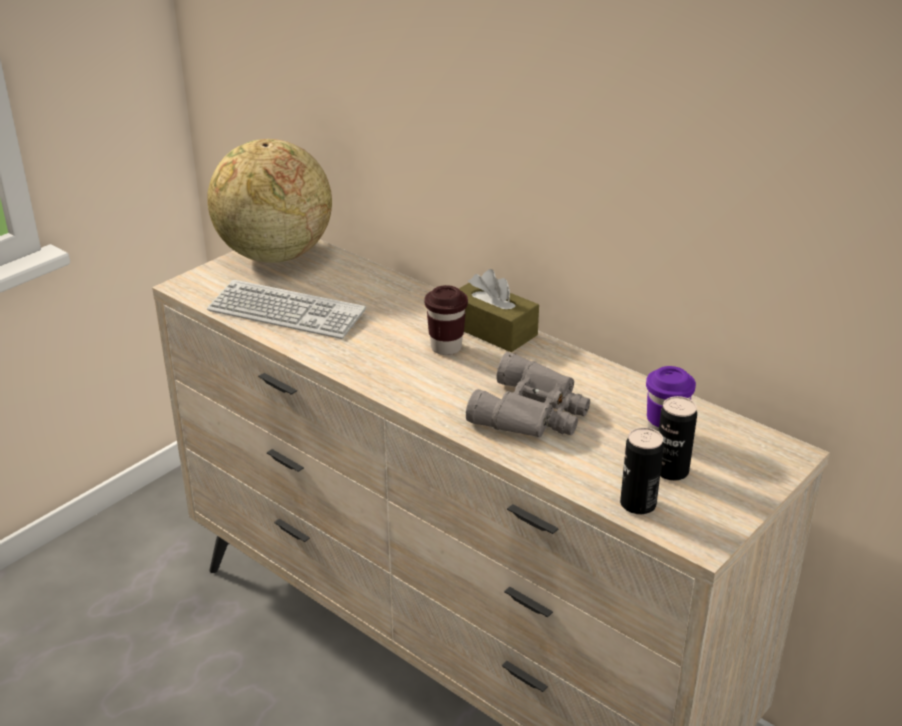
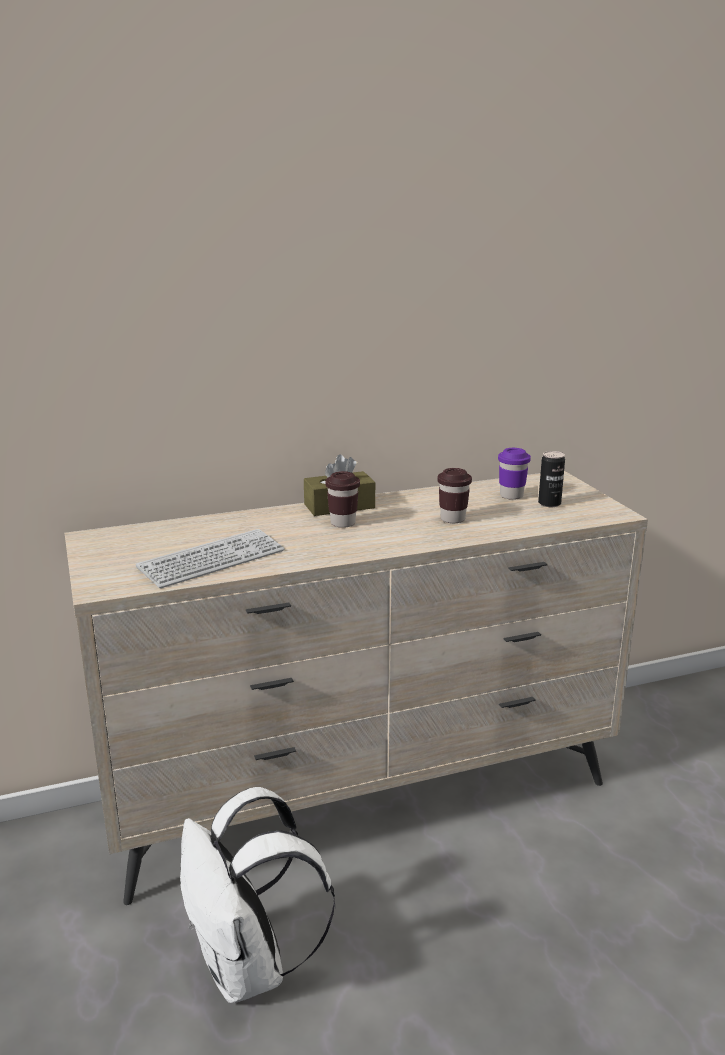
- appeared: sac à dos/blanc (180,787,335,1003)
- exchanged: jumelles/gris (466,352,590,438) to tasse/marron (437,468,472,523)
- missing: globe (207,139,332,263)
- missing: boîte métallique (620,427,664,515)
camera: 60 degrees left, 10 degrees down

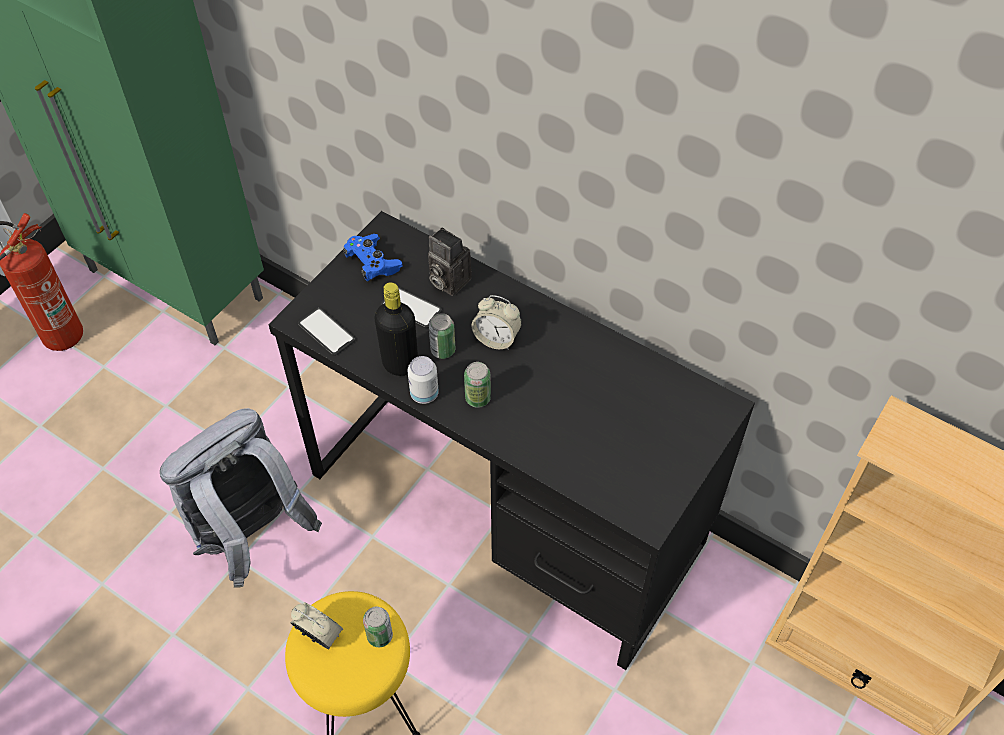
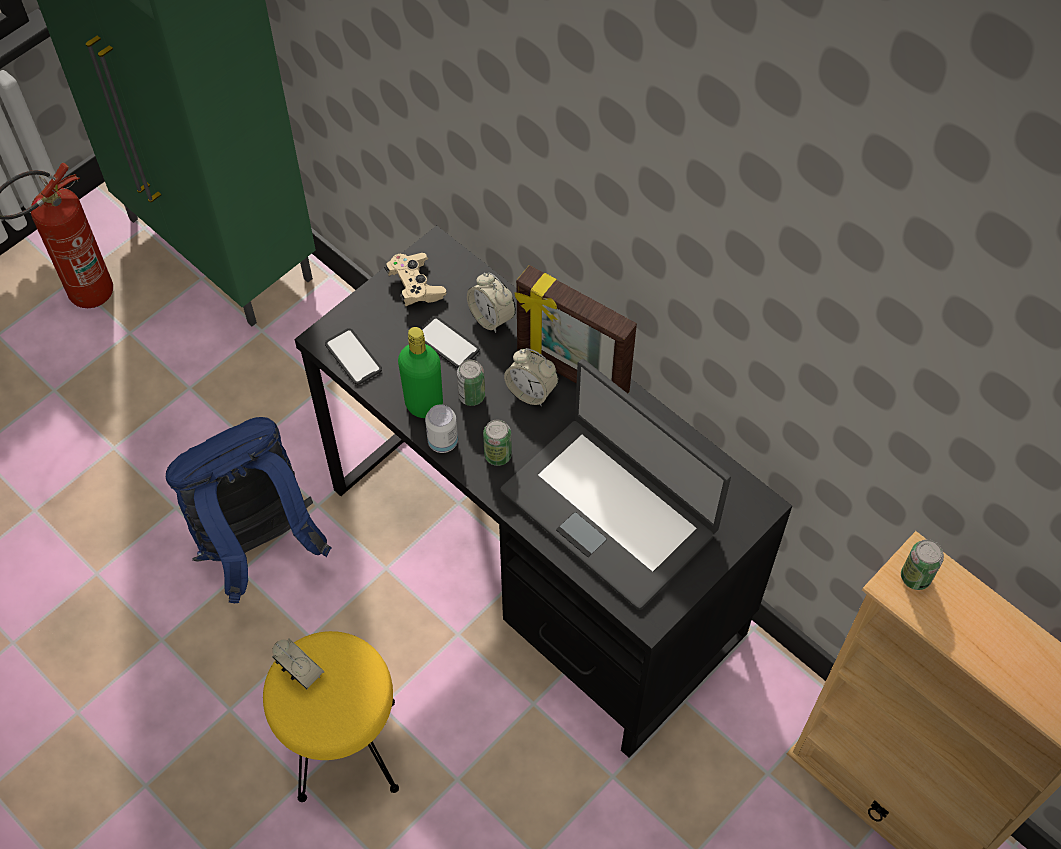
- colour: sac à dos/gris (160,408,322,587) to sac à dos/bleu (166,417,332,603)
- colour: manette/bleu (342,234,402,281) to manette/beige (384,253,446,306)
- colour: bouteille/noir (374,282,418,376) to bouteille/vert (398,327,443,418)
- exchanged: appareil photo (428,227,472,296) to réveil (467,273,516,333)
- appeared: ordinateur portable (500,359,731,610)
- appeared: cadre photo (515,265,637,393)
- relocated: boîte métallique (363,606,393,647) to (901,539,944,590)
camera: 10 degrees right, 5 degrees up

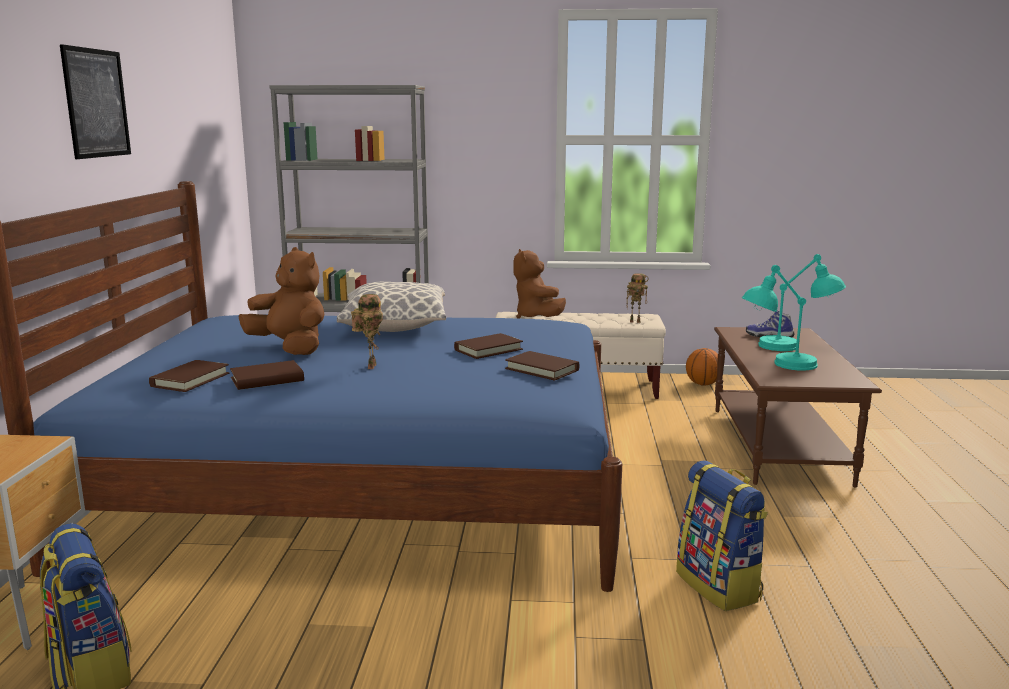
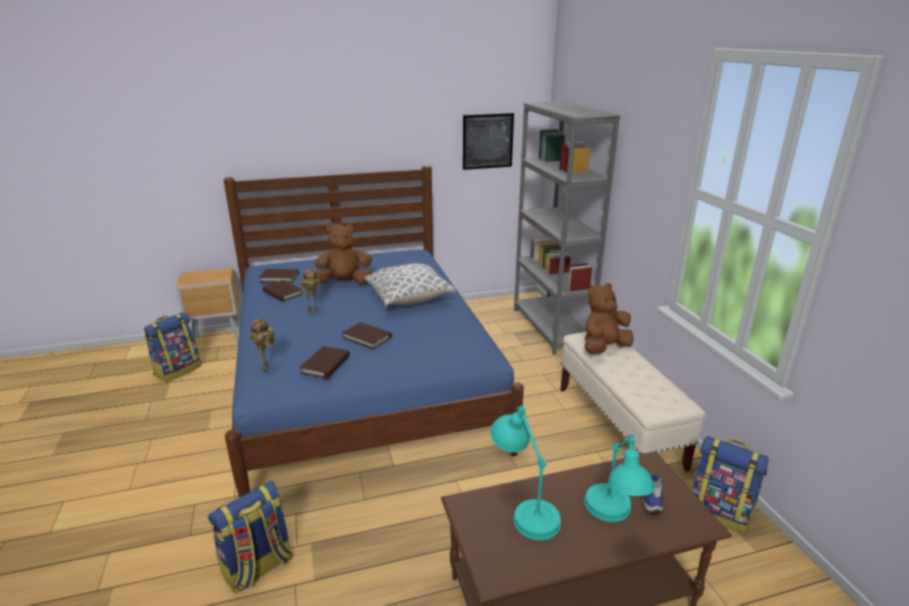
- relocated: robot jouet (626,274,649,323) to (250,319,275,371)
- spun: peluche/marron (239,247,324,355) = (315,223,373,284) 120 degrees counterclockwise
- relocated: tableau (60,44,131,159) to (463,113,514,170)
- exchanged: ballon de basket (686,348,718,386) to sac à dos (691,436,769,534)
camera: 70 degrees right, 10 degrees up

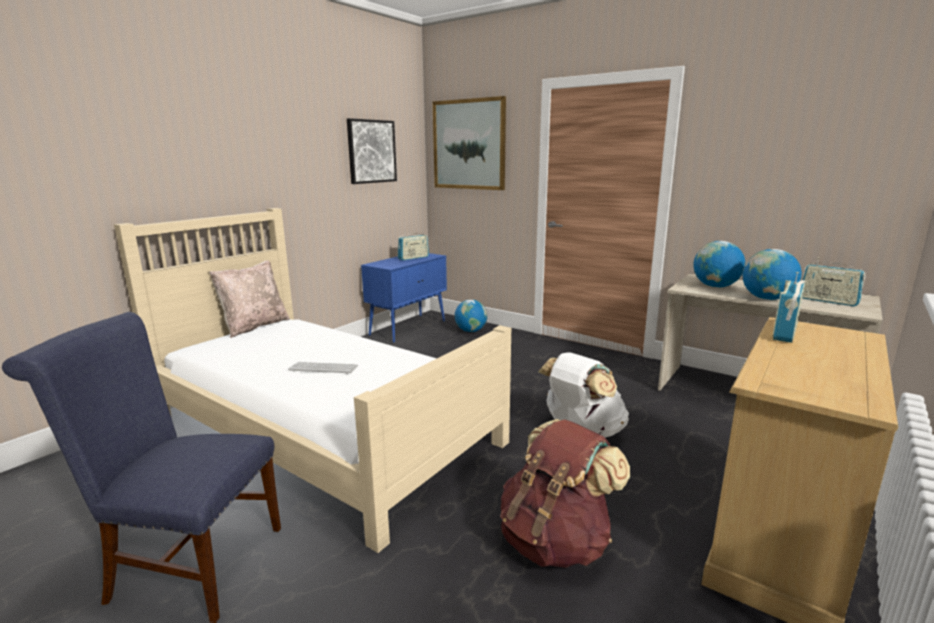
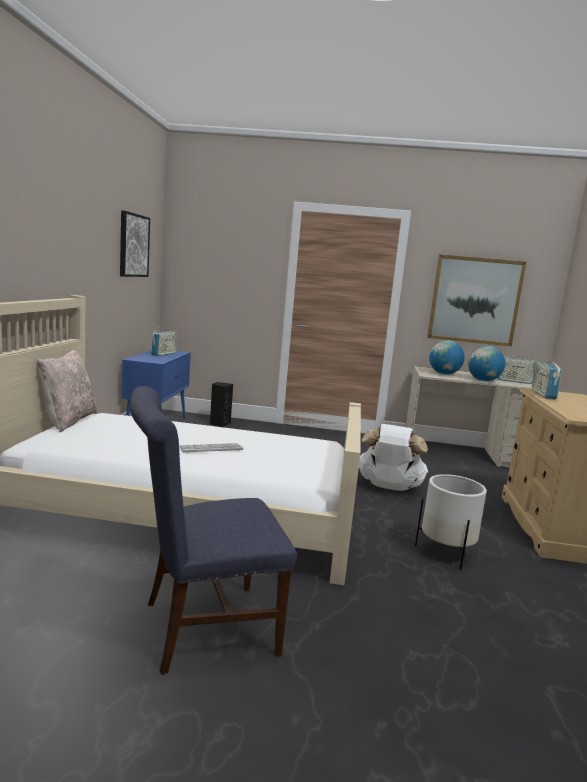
- exchanged: globe (455,299,487,332) to enceinte/noir (210,382,233,427)
- exchanged: sac à dos/marron (500,419,630,568) to cache-pot/blanc (415,474,487,570)
- relocated: tableau (433,96,506,190) to (427,254,526,346)
camera: 30 degrees left, 5 degrees down

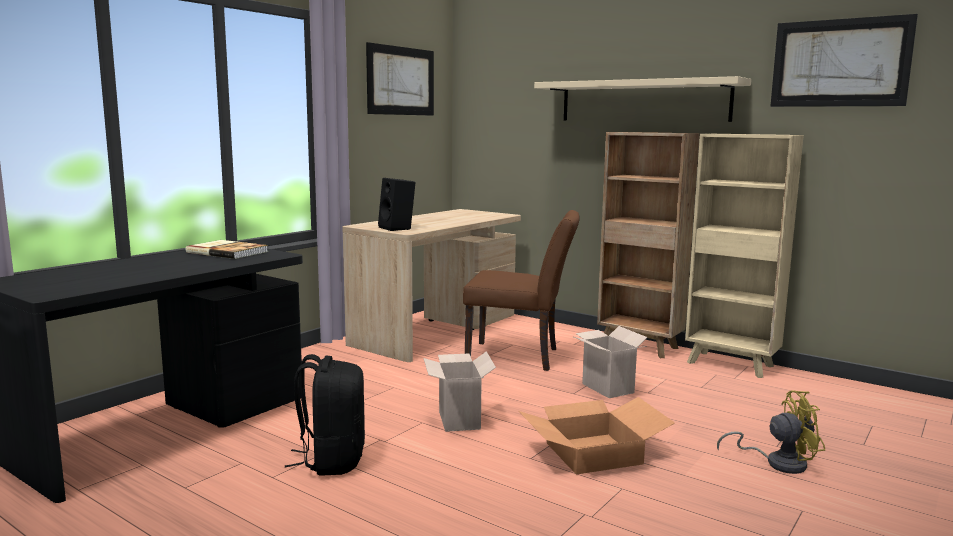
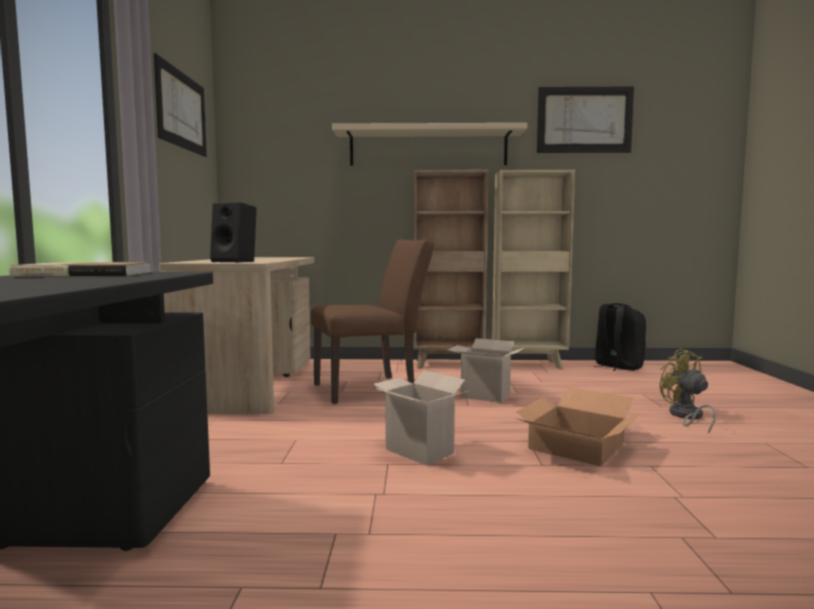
- relocated: sac à dos/noir (285,354,365,476) to (593,303,646,371)
- spun: ventilateur/jaune (717,390,825,474) = (659,349,716,434) 75 degrees counterclockwise
camera: 35 degrees left, 5 degrees down

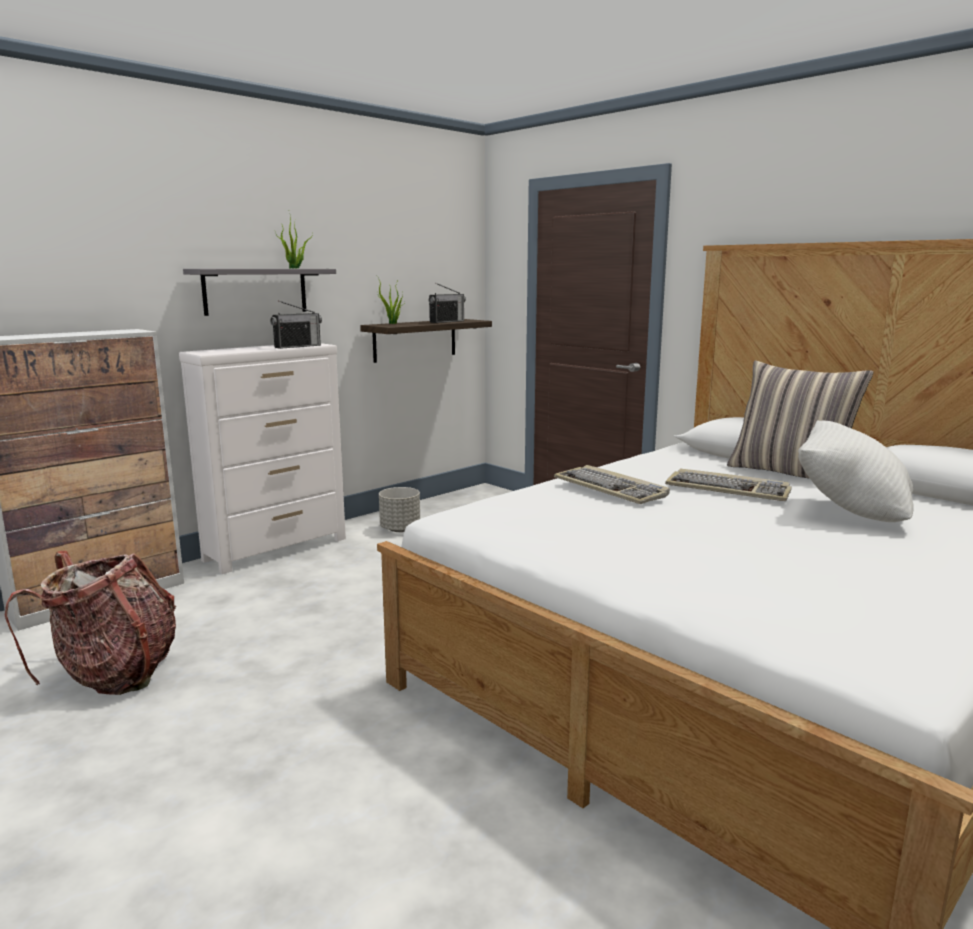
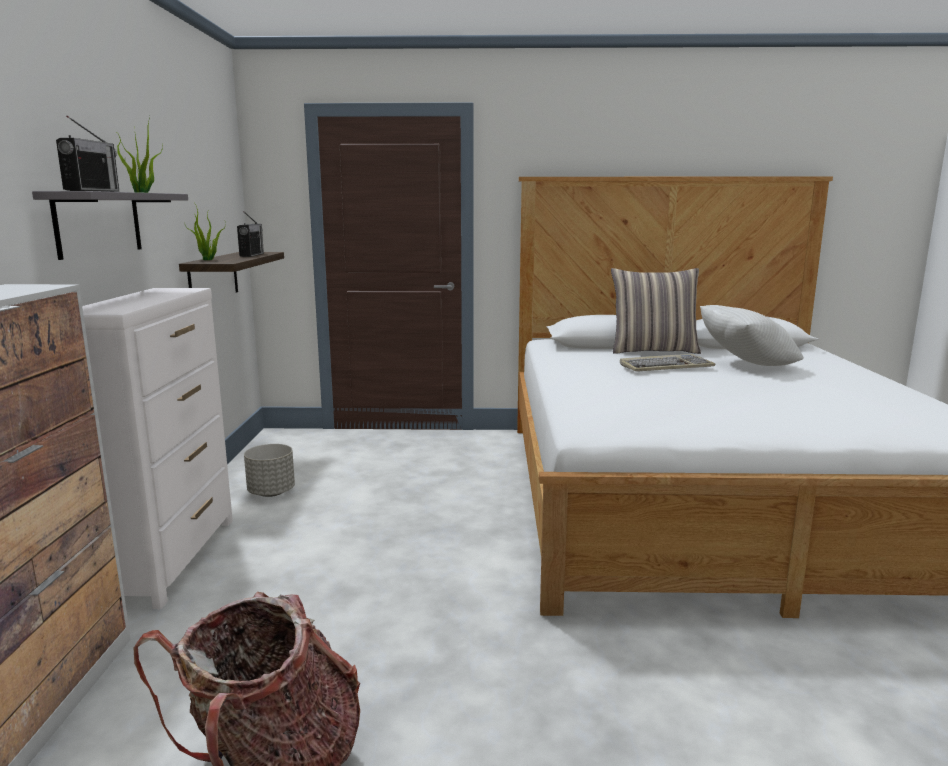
- relocated: radio (270,301,322,349) to (56,116,119,192)
- missing: clavier (554,465,670,504)
camera: 45 degrees left, 0 degrees up

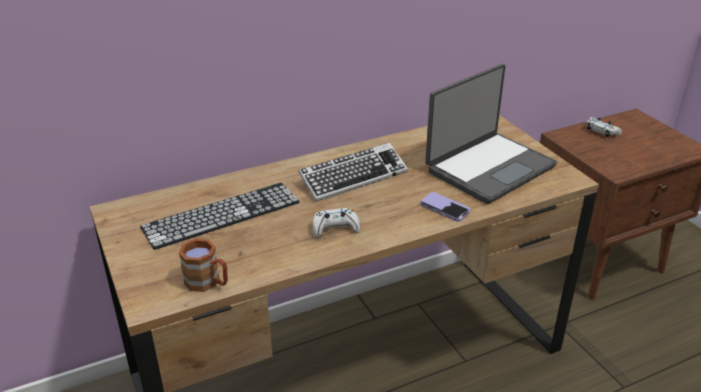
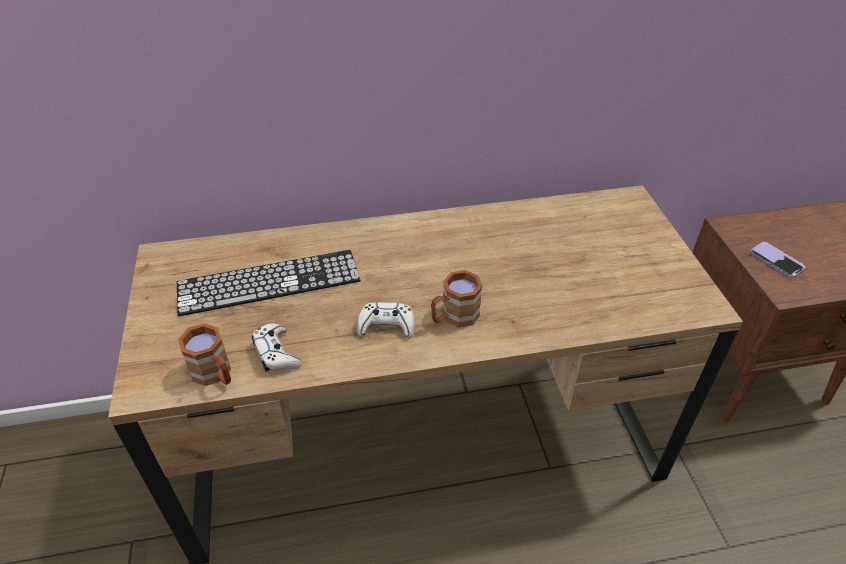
- relocated: manette/blanc (587,117,622,137) to (252,323,302,372)
- appeared: mug/marron (431,270,483,328)
- relocated: téléphone (420,192,471,222) to (750,242,806,278)
- missing: clavier (298,142,408,202)
- missing: ordinateur portable (425,64,557,204)
camera: 15 degrees right, 10 degrees up

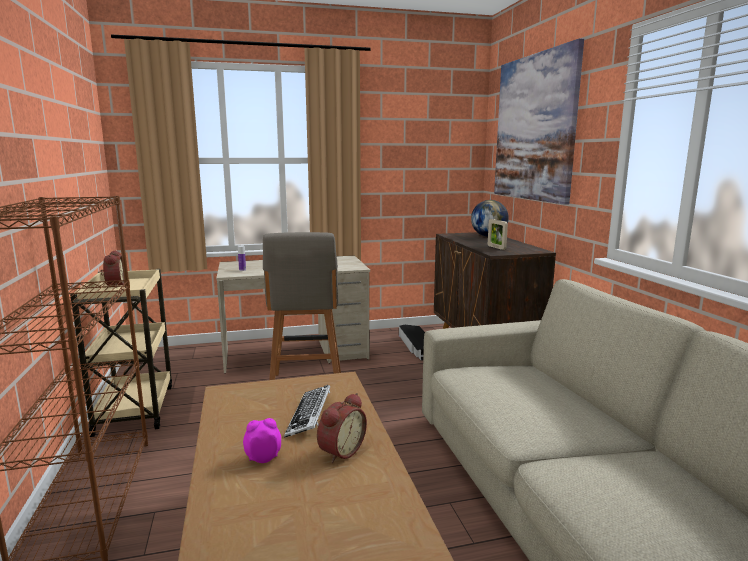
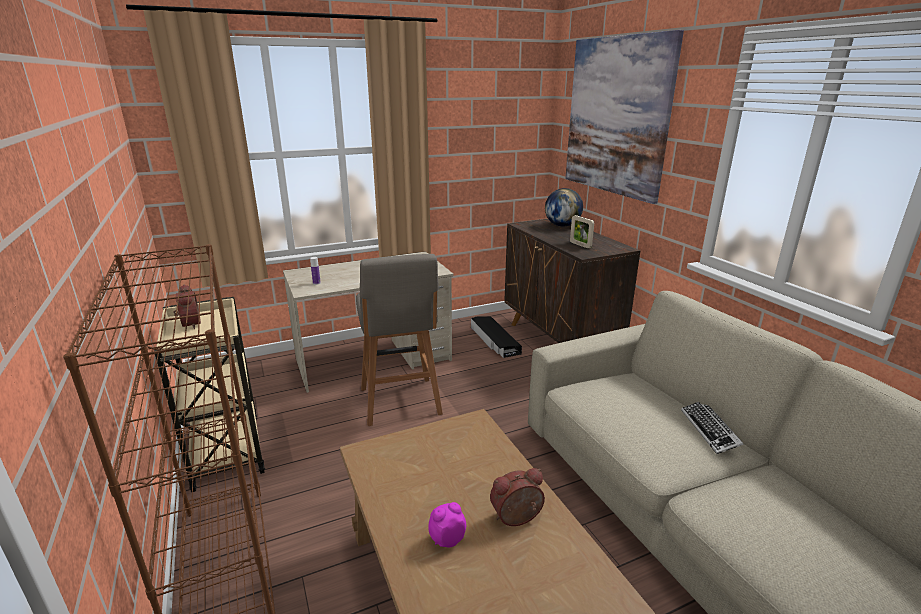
- spun: réveil (317,393,367,463) = (490,468,545,526) 135 degrees counterclockwise
- relocated: clavier (284,385,330,438) to (681,402,744,454)
camera: 10 degrees left, 10 degrees up

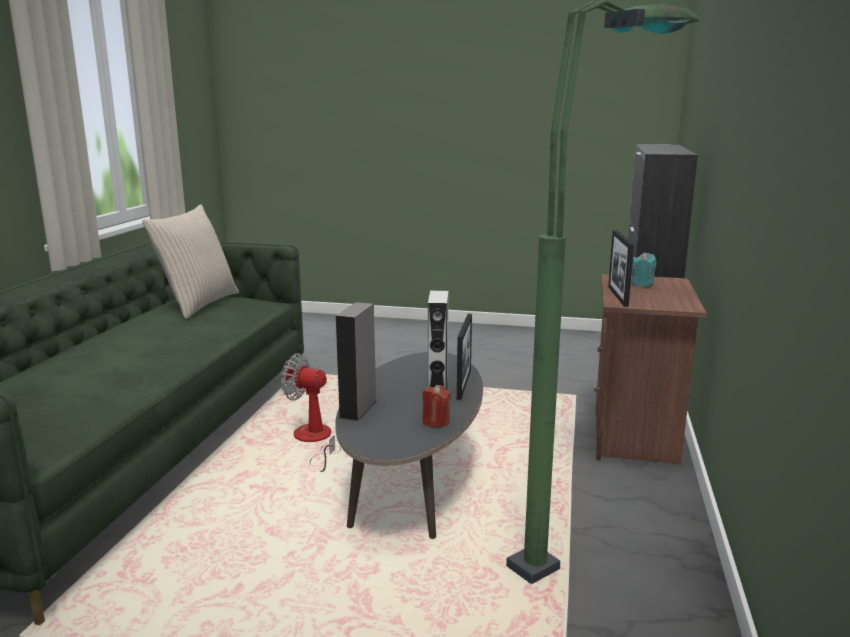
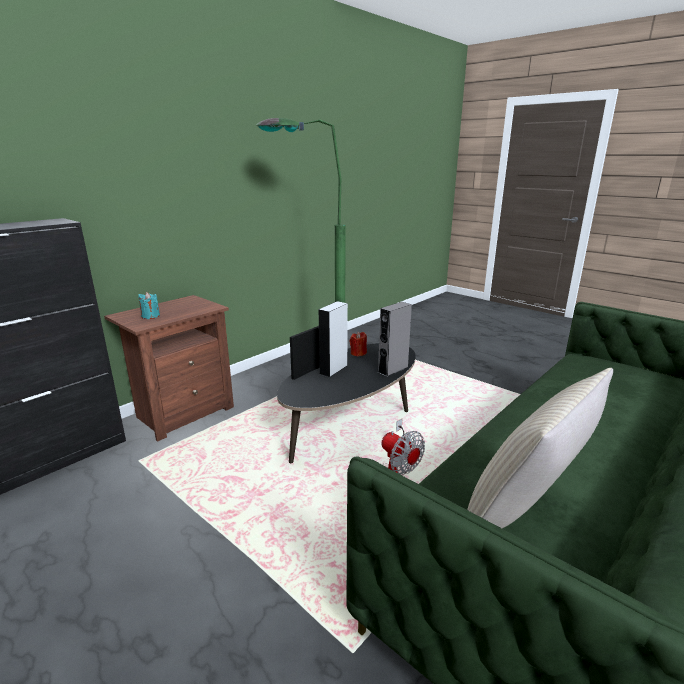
- missing: cadre photo (608,230,634,307)
camera: 150 degrees left, 5 degrees up

